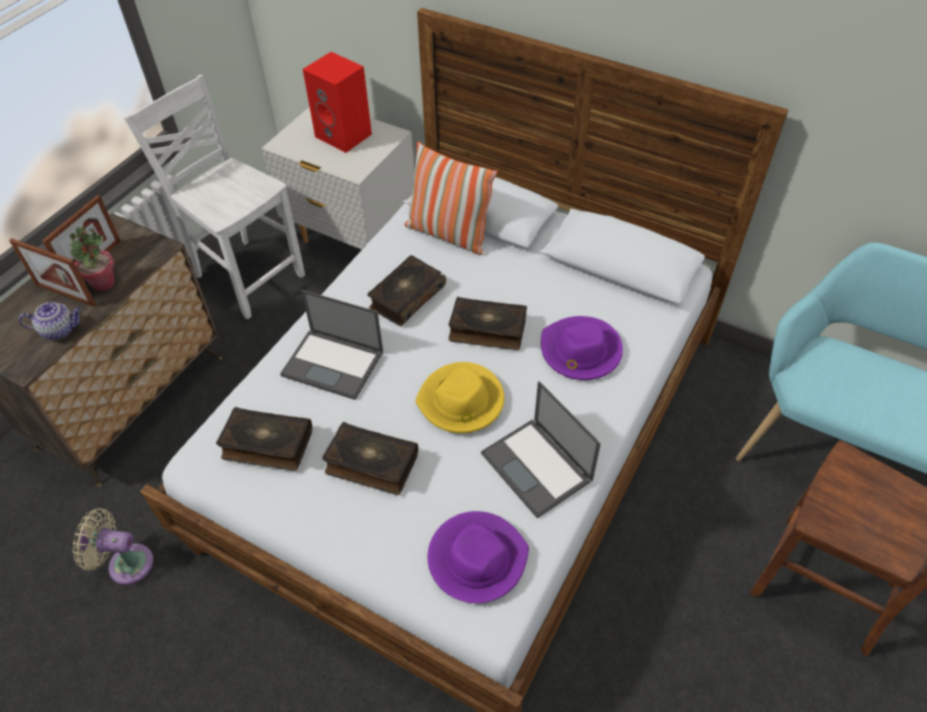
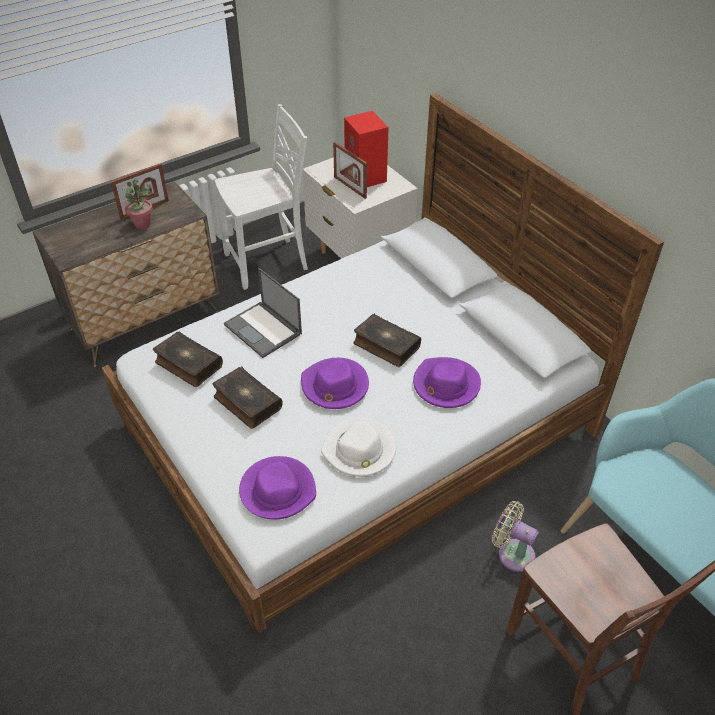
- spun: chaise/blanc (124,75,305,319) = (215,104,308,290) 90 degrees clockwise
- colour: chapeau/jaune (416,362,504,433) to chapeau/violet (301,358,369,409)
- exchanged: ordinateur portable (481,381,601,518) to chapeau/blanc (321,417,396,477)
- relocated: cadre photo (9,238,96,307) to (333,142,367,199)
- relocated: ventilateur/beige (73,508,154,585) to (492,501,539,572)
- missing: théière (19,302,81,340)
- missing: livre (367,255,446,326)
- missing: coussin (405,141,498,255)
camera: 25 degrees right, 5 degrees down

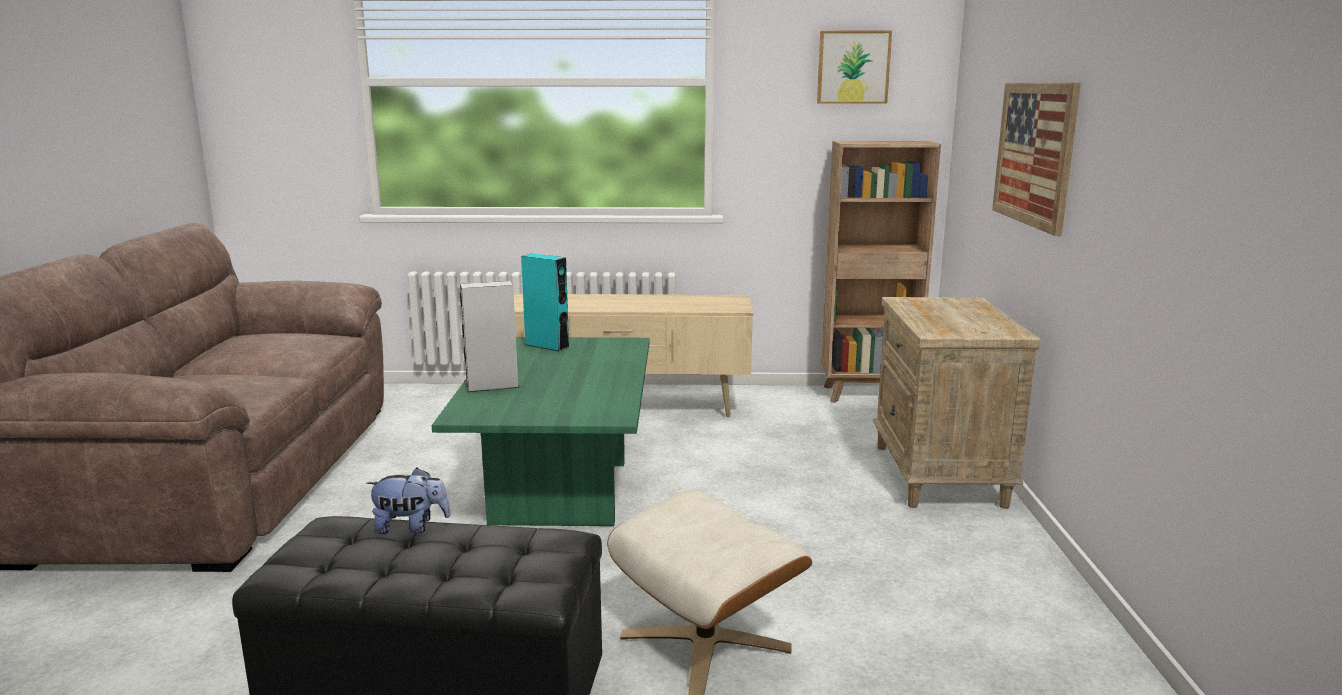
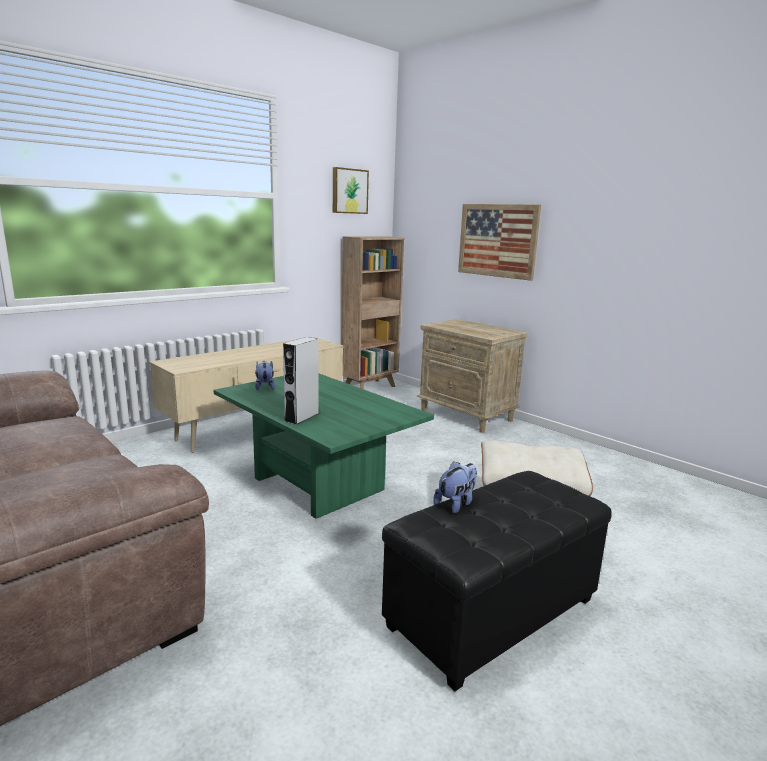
- exchanged: enceinte/turquoise (521,253,569,351) to peluche (255,361,275,391)
camera: 45 degrees left, 0 degrees up

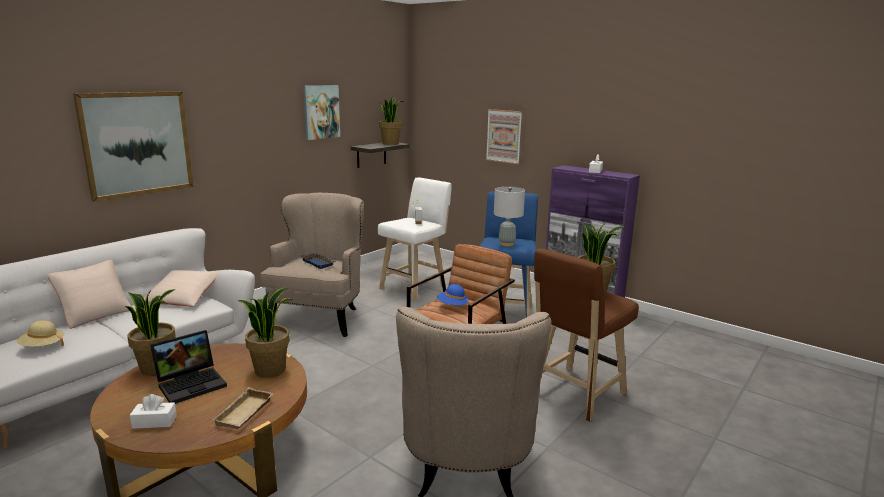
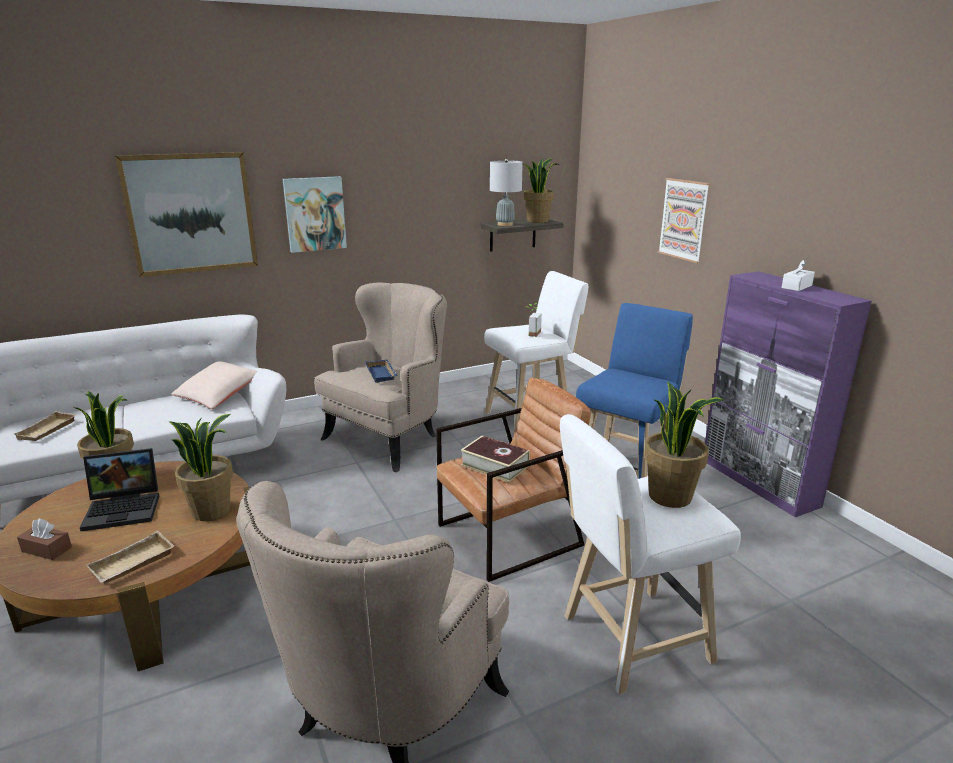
- exchanged: chapeau/beige (17,320,64,347) to plateau/beige (14,411,77,441)
- colour: boîte à mouchoirs/blanc (130,394,177,429) to boîte à mouchoirs/marron (17,519,72,560)
- relocated: tableau (303,85,340,140) to (283,176,347,253)
- exchanged: chapeau/bleu (437,284,469,305) to livre (461,435,530,483)
- relocated: lampe de table/gris (494,186,525,246) to (490,159,523,226)
- colour: tabouret/marron (534,249,639,422) to tabouret/blanc (560,414,741,695)
- missing: coussin/beige (48,260,132,329)
camera: 25 degrees right, 5 degrees up

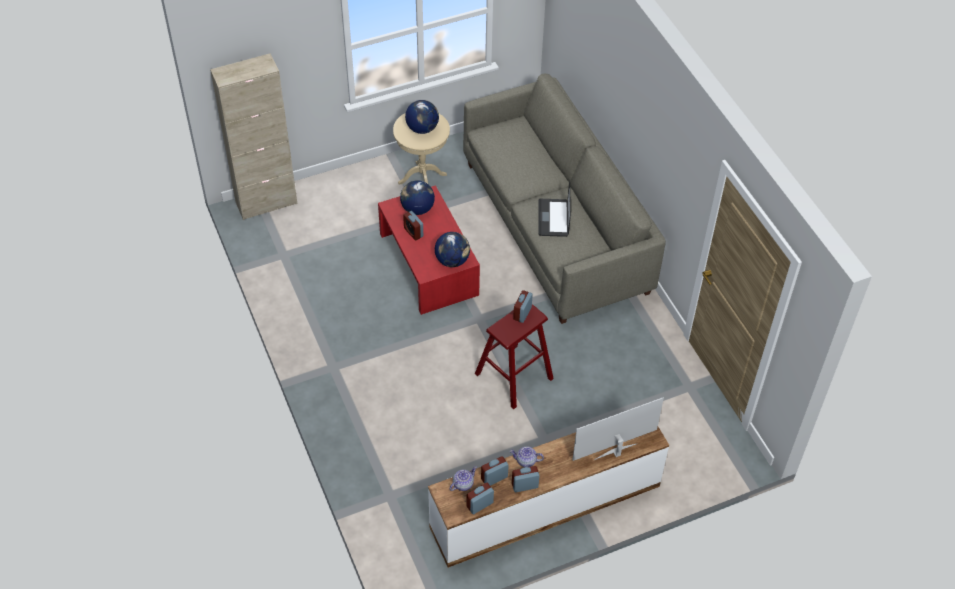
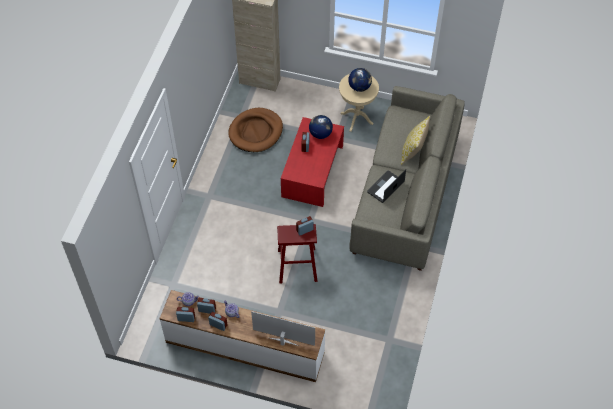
- appeared: panier pour chien/marron (228,108,283,152)
- appeared: coussin (401,116,430,165)
- missing: globe (435,232,470,267)
camera: 40 degrees right, 5 degrees up

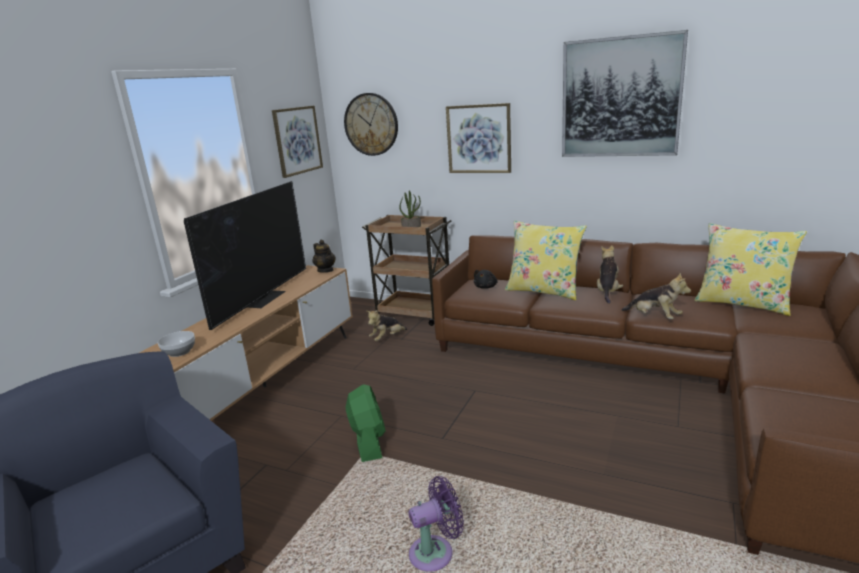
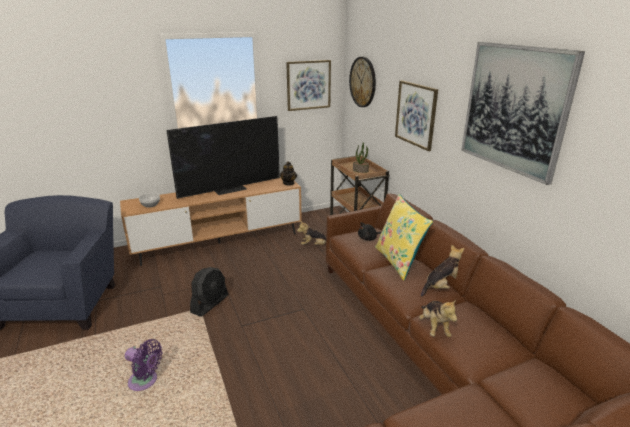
- colour: ventilateur/vert (345,384,386,462) to ventilateur/noir (190,267,228,317)
- missing: coussin/jaune (694,223,807,316)
camera: 40 degrees right, 5 degrees up

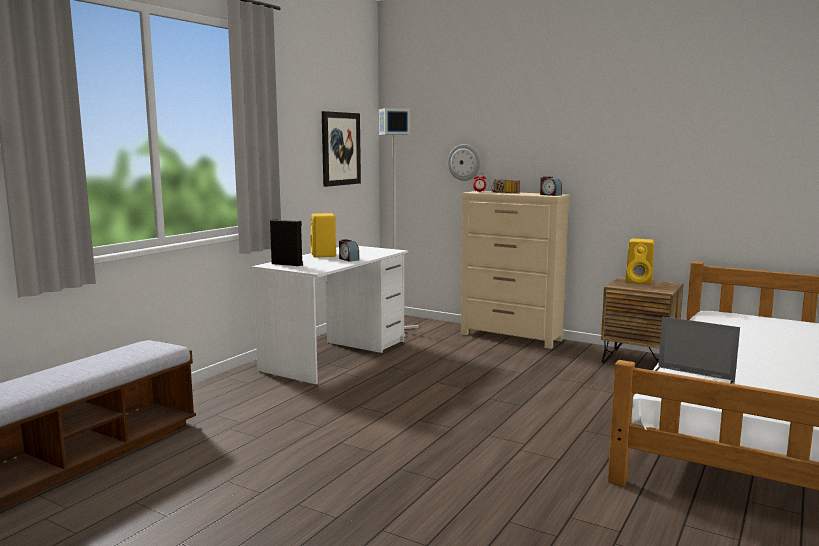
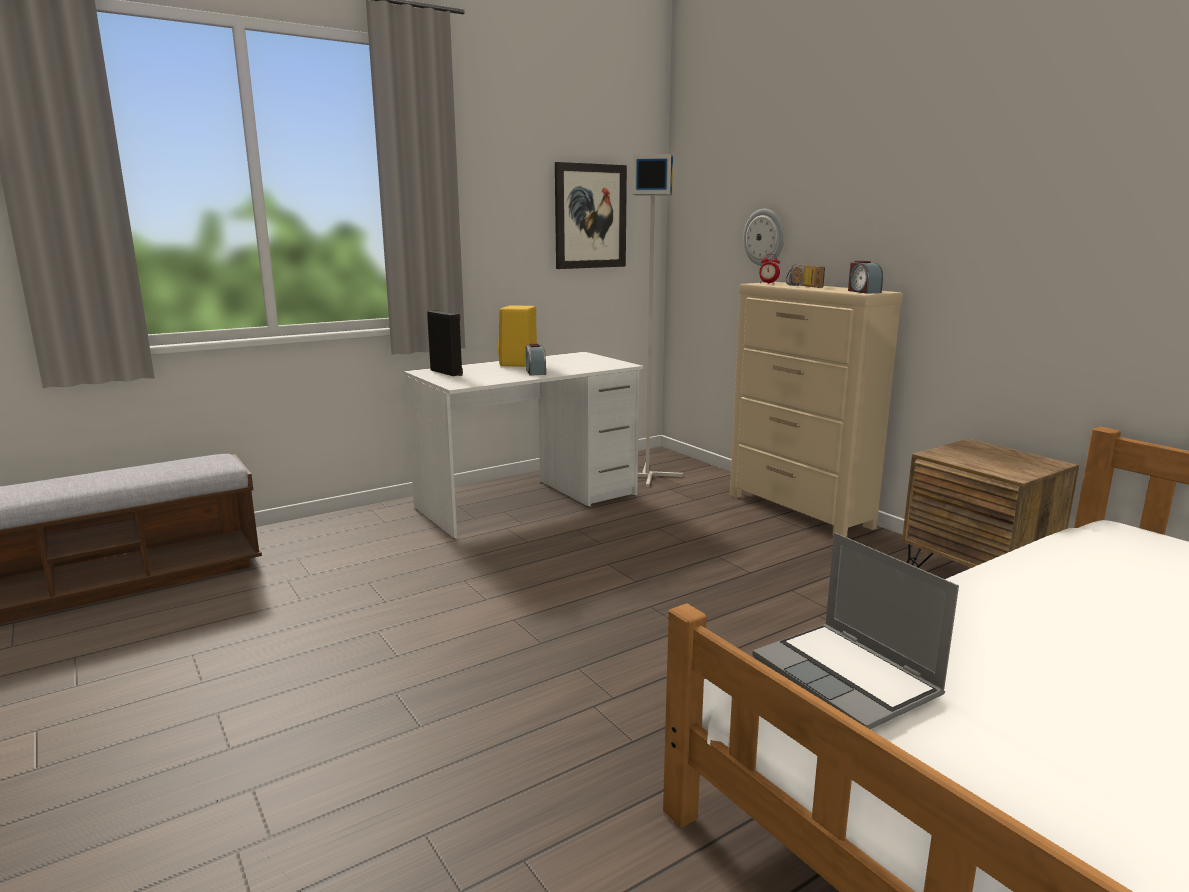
- missing: enceinte/jaune (626,239,654,284)
camera: 25 degrees right, 5 degrees up

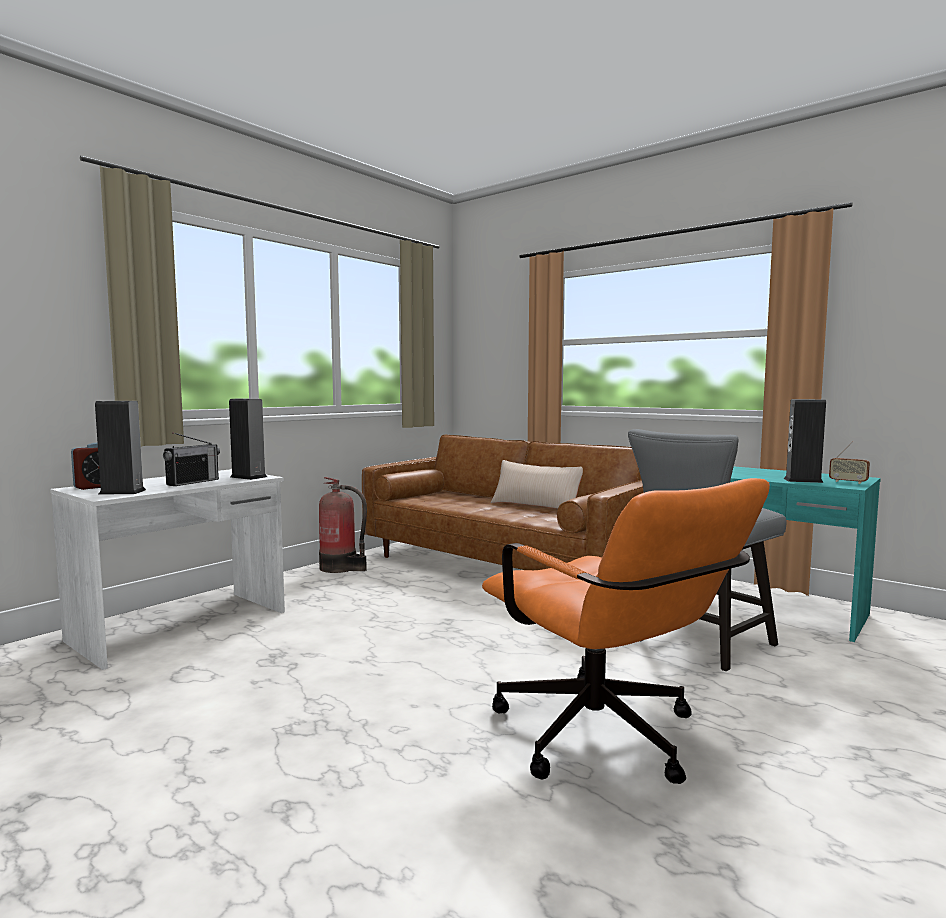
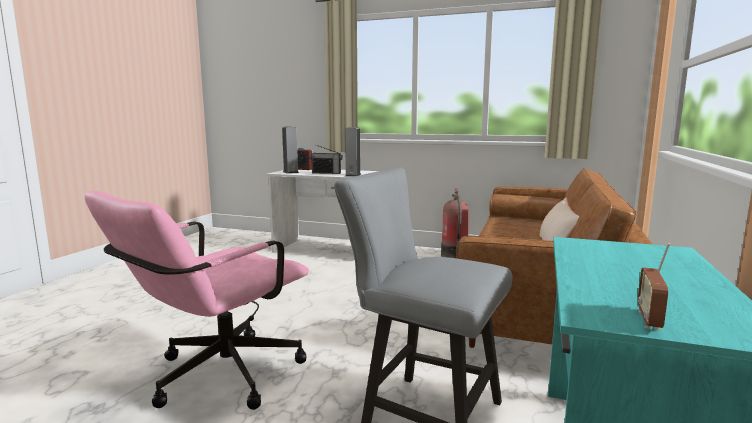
- colour: chaise de bureau/orange (482,478,770,784) to chaise de bureau/rose (85,191,309,410)
- missing: enceinte (784,399,826,483)
camera: 70 degrees right, 5 degrees up

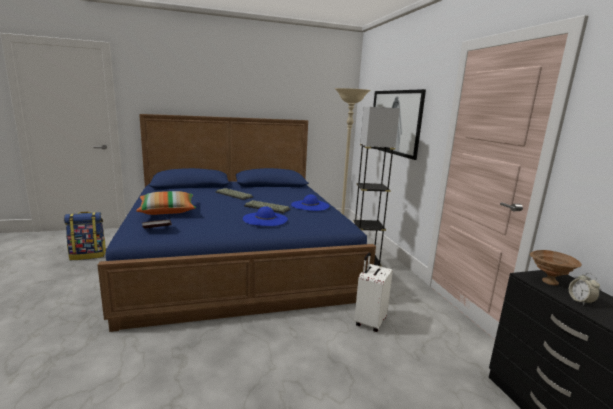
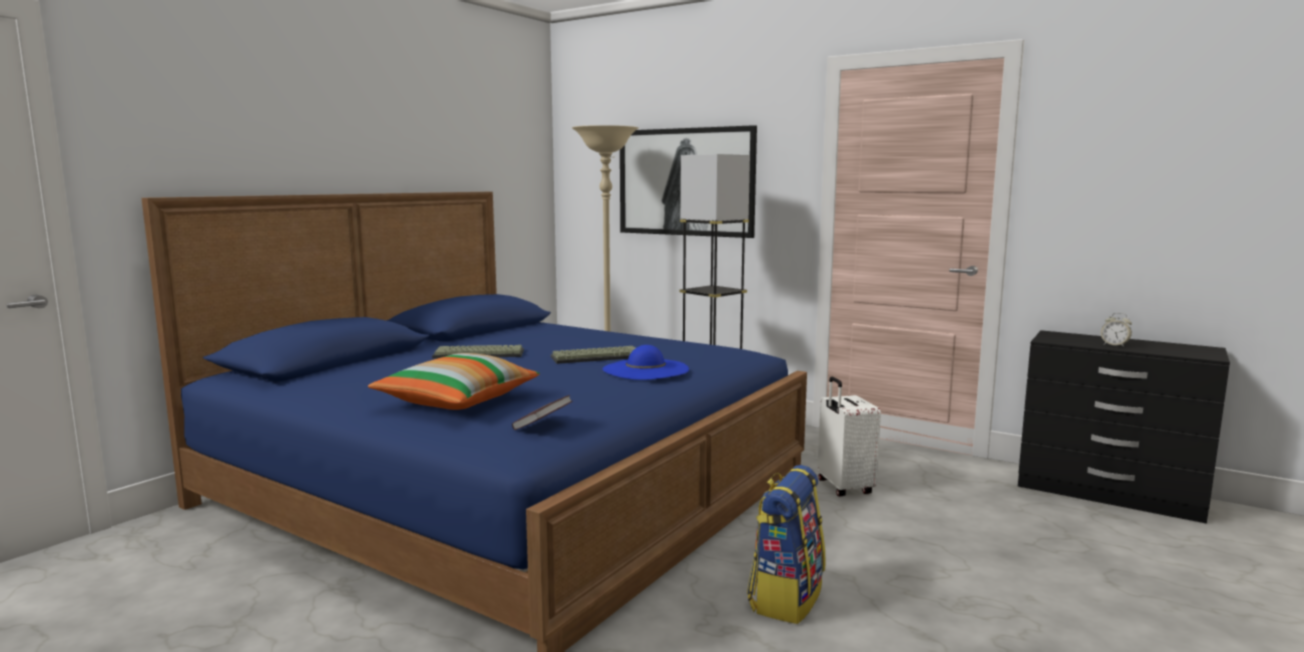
- relocated: sac à dos (64,212,106,260) to (747,465,826,624)
- missing: chapeau/bleu (291,194,330,211)
- missing: bol/marron (530,250,582,285)
camera: 40 degrees left, 5 degrees down

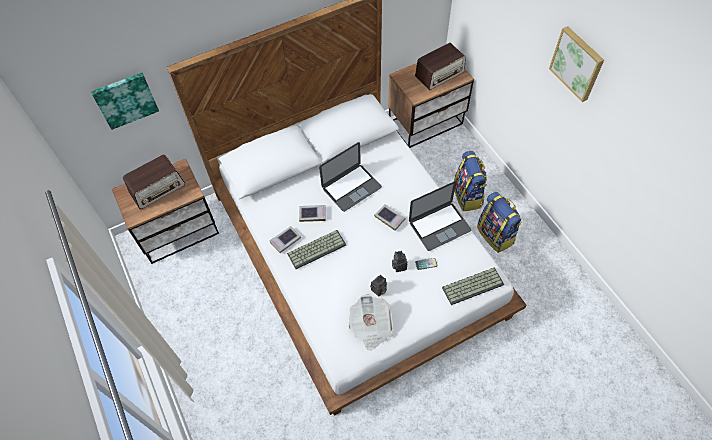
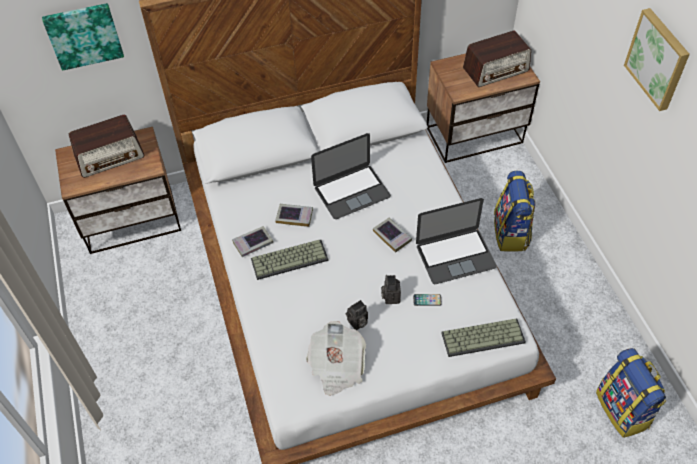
- relocated: sac à dos (477,192,522,253) to (596,348,666,438)
camera: 10 degrees right, 5 degrees down

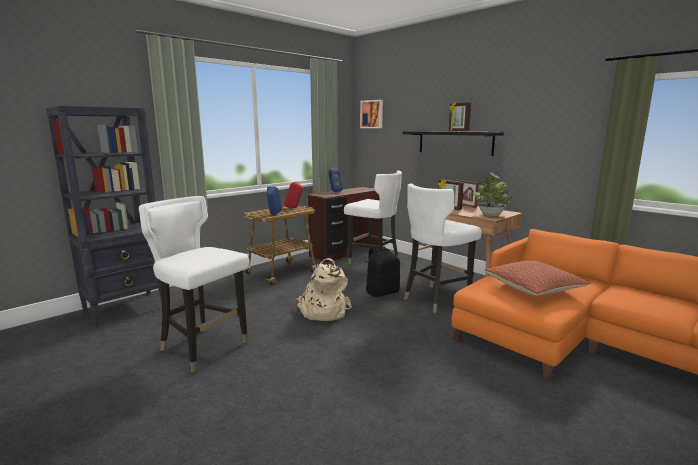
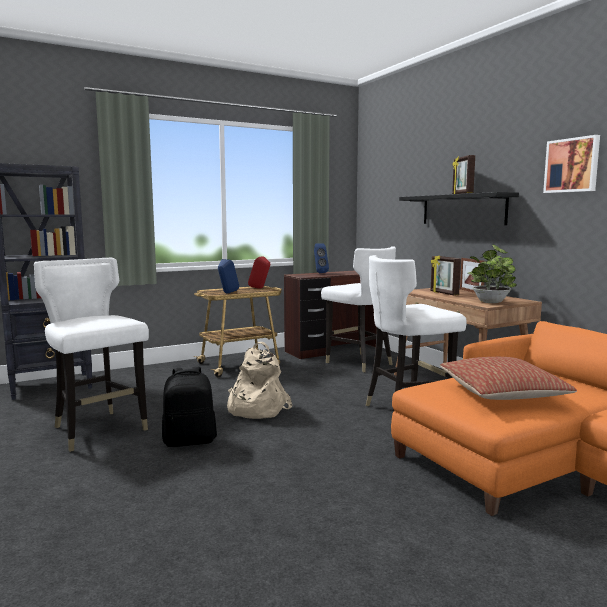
- relocated: sac à dos/noir (366,246,400,297) to (162,367,217,447)
- relocated: tableau (360,100,383,128) to (543,135,600,193)
camera: 15 degrees right, 5 degrees down

